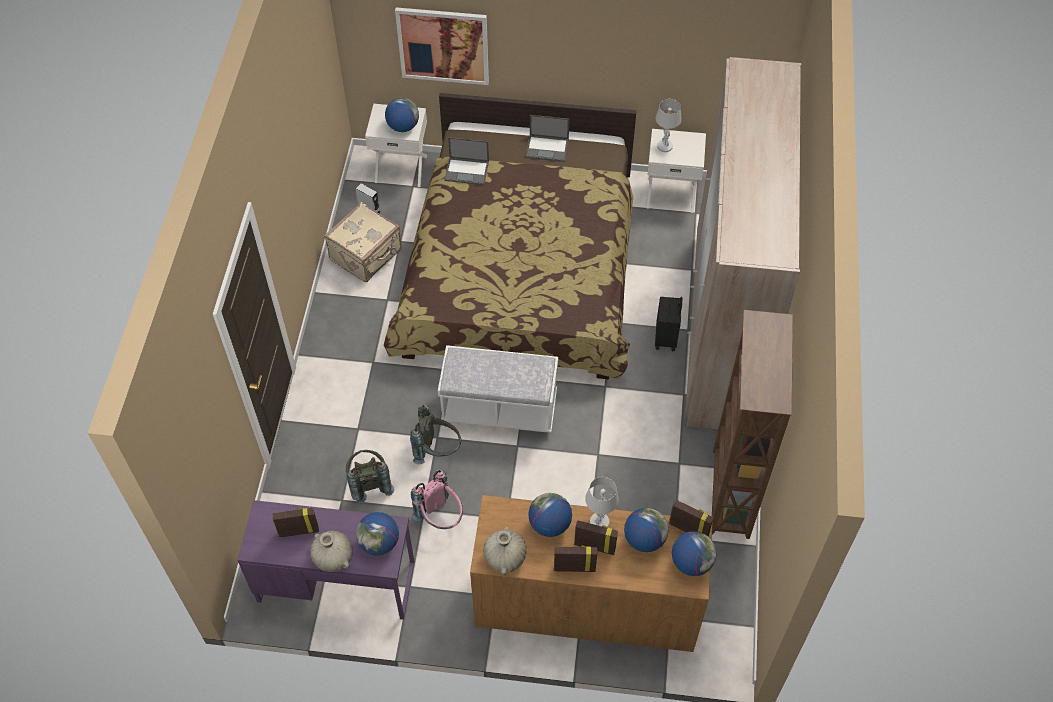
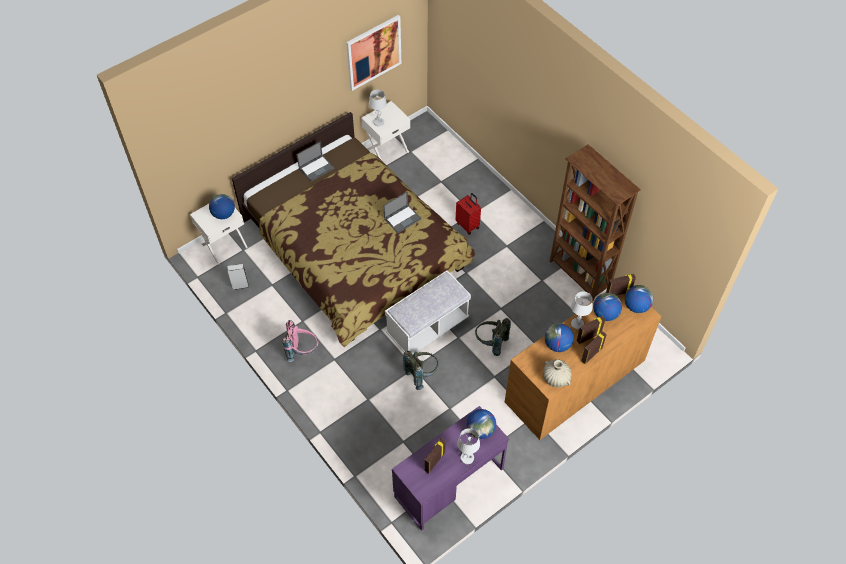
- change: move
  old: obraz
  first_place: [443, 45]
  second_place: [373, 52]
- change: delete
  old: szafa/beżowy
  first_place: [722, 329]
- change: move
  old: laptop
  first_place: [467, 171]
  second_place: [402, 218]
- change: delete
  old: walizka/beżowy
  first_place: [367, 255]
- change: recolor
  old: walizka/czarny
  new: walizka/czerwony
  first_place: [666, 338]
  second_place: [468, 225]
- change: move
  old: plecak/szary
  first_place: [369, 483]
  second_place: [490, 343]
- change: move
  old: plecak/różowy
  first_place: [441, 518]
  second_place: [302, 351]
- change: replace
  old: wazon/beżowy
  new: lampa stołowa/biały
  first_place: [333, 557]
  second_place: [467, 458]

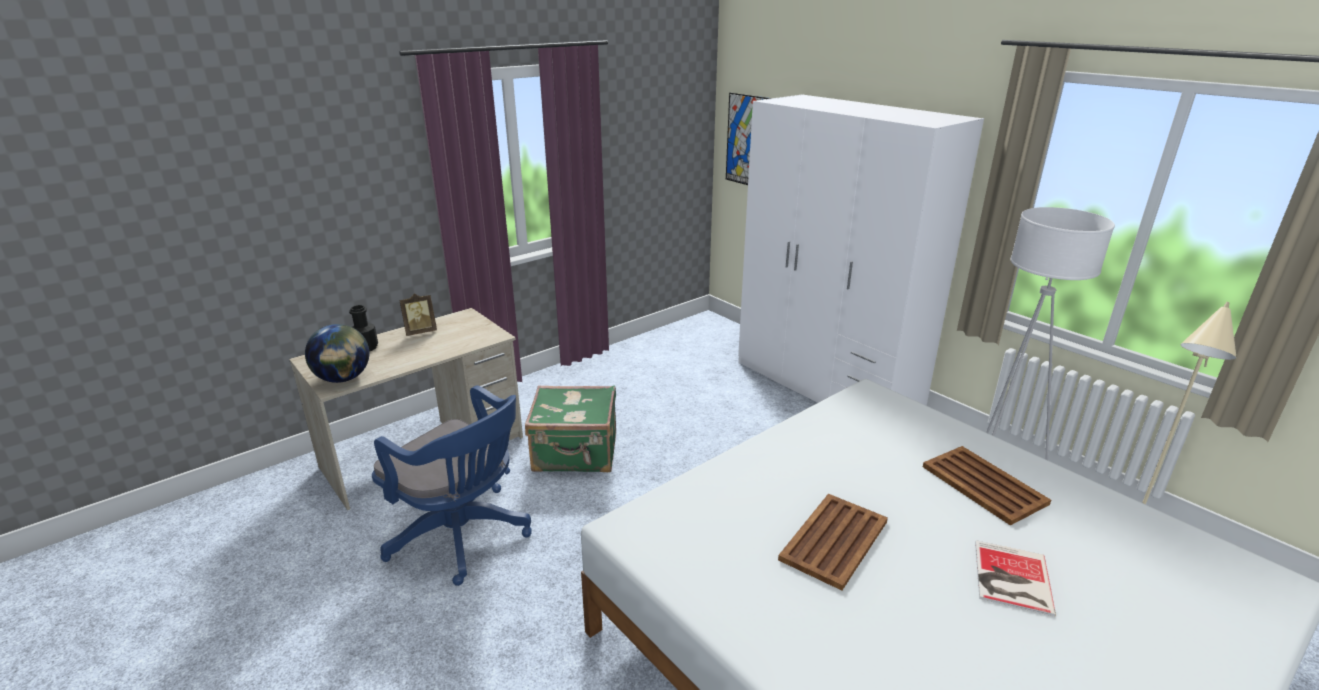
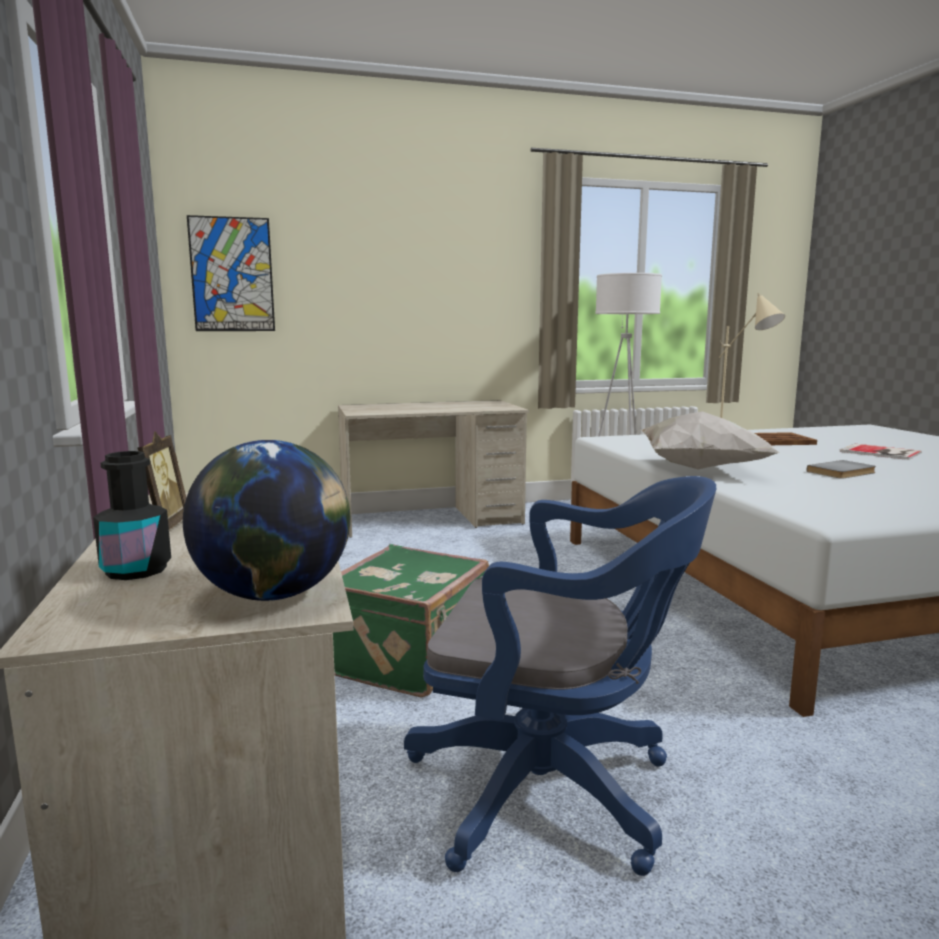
- change: replace
  old: szafa/biały
  new: biurko/beżowy
  first_place: [826, 386]
  second_place: [431, 520]
- change: rotate
  old: krzesło biurowe/niebieski
  first_place: [464, 536]
  second_place: [555, 791]
  degrees: 45
- change: replace
  old: taca/brązowy
  new: książka/szary
  first_place: [833, 541]
  second_place: [843, 472]
- change: insert
  new: poduszka/biały
  second_place: [698, 468]

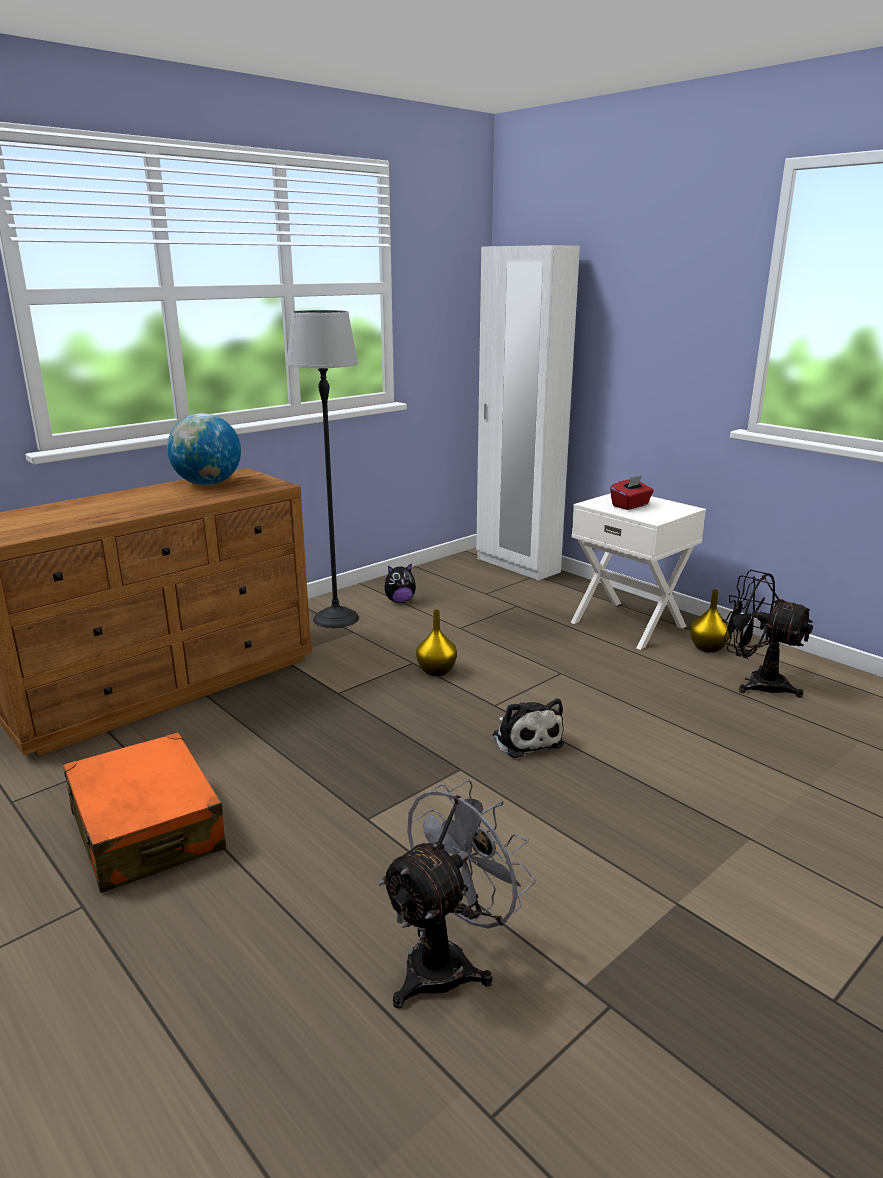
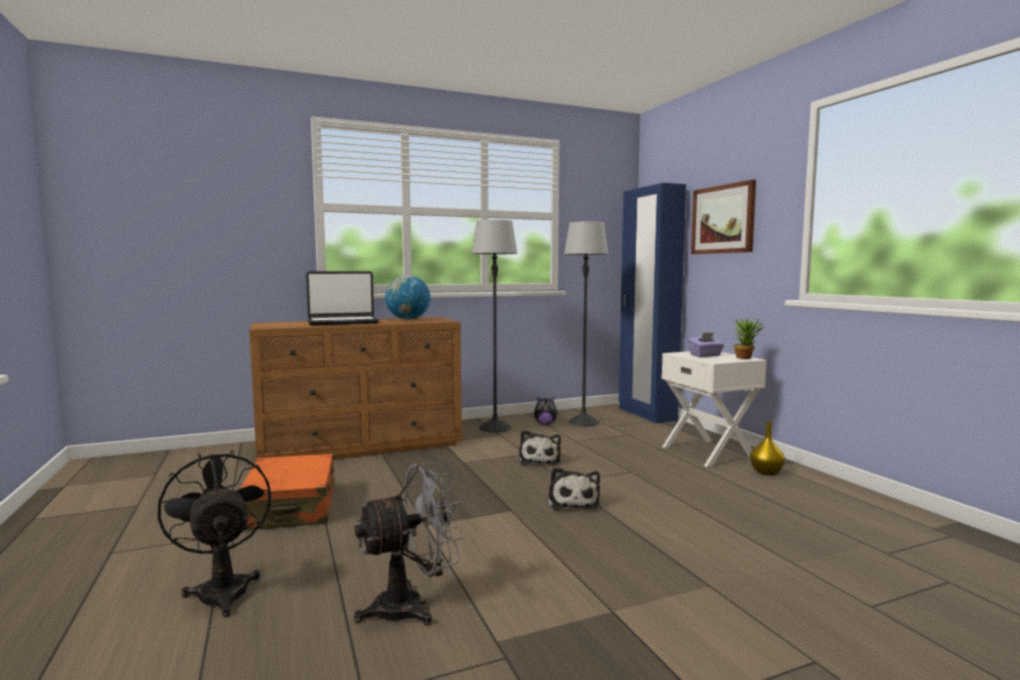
- change: recolor
  old: szafa/biały
  new: szafa/niebieski
  first_place: [517, 565]
  second_place: [646, 414]
- change: recolor
  old: pudełko chusteczek/czerwony
  new: pudełko chusteczek/fioletowy
  first_place: [630, 505]
  second_place: [705, 355]
- change: move
  old: wentylator/czarny
  first_place: [756, 683]
  second_place: [222, 589]
- change: replace
  old: wazon/żółty
  new: pluszak
  first_place: [437, 671]
  second_place: [540, 460]
- change: insert
  new: obraz
  second_place: [723, 219]
- change: insert
  new: lampa stojąca
  second_place: [583, 422]
- change: insert
  new: laptop
  second_place: [342, 322]
- change: insert
  new: roślina doniczkowa
  second_place: [746, 357]

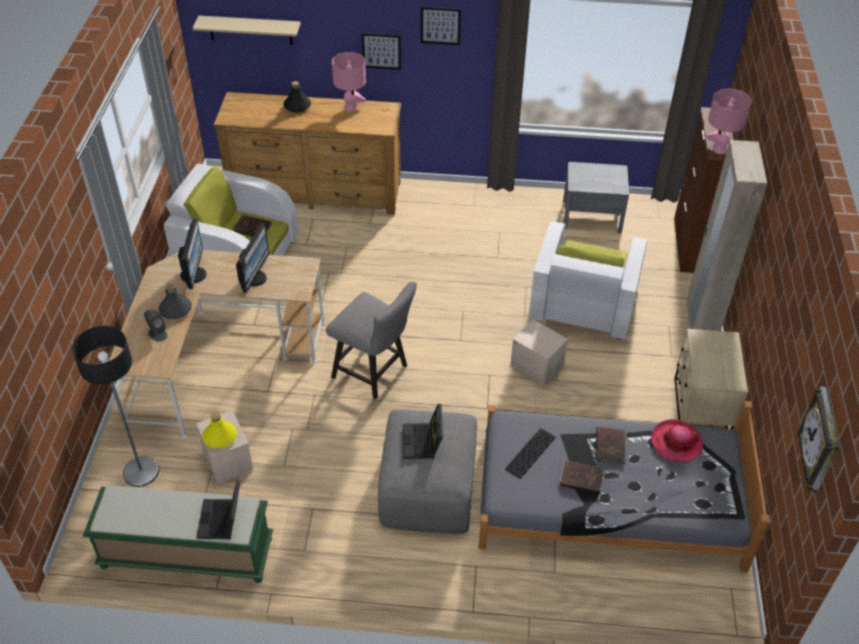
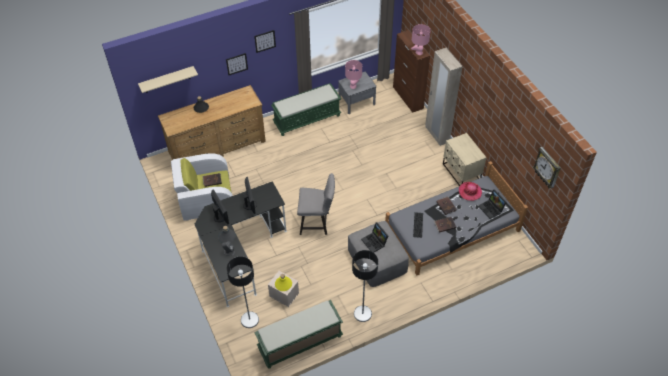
- change: move
  old: lampa stołowa/różowy
  first_place: [350, 107]
  second_place: [353, 86]
- change: delete
  old: fotel/biały
  first_place: [584, 301]
- change: recolor
  old: biurko/beżowy
  new: biurko/czarny
  first_place: [216, 359]
  second_place: [239, 252]
- change: delete
  old: pojemnik do przechowywania/beżowy
  first_place: [537, 366]
- change: move
  old: laptop
  first_place: [222, 520]
  second_place: [491, 209]
- change: insert
  new: ławka/zielony
  second_place: [307, 119]
- change: insert
  new: lampa stojąca
  second_place: [362, 314]

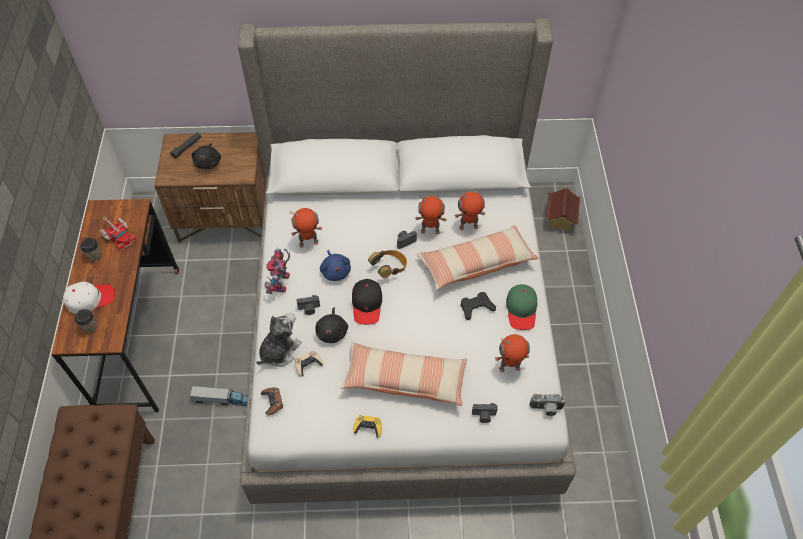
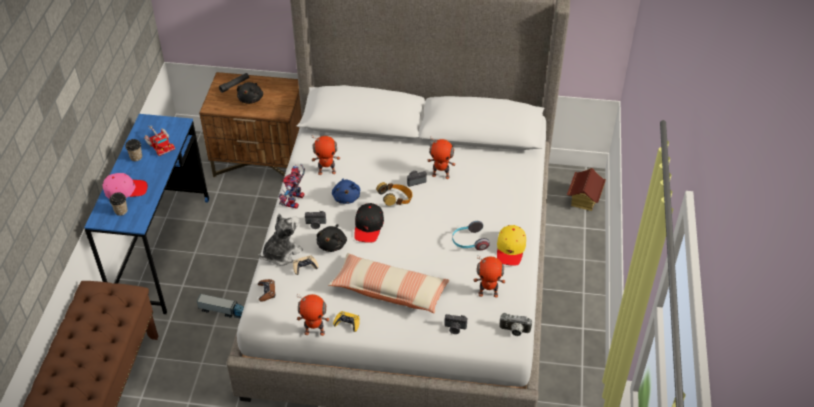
- change: move
  old: robot zabawkowy
  first_place: [468, 226]
  second_place: [314, 331]
- change: recolor
  old: biurko/brązowy
  new: biurko/niebieski
  first_place: [140, 338]
  second_place: [162, 251]
- change: delete
  old: poduszka
  first_place: [476, 264]
- change: recolor
  old: czapka z daszkiem/biały
  new: czapka z daszkiem/różowy
  first_place: [90, 299]
  second_place: [125, 190]
- change: recolor
  old: czapka z daszkiem/zielony
  new: czapka z daszkiem/żółty
  first_place: [521, 310]
  second_place: [510, 249]
- change: replace
  old: pad do gier/czarny
  new: słuchawki
  first_place: [476, 307]
  second_place: [469, 242]

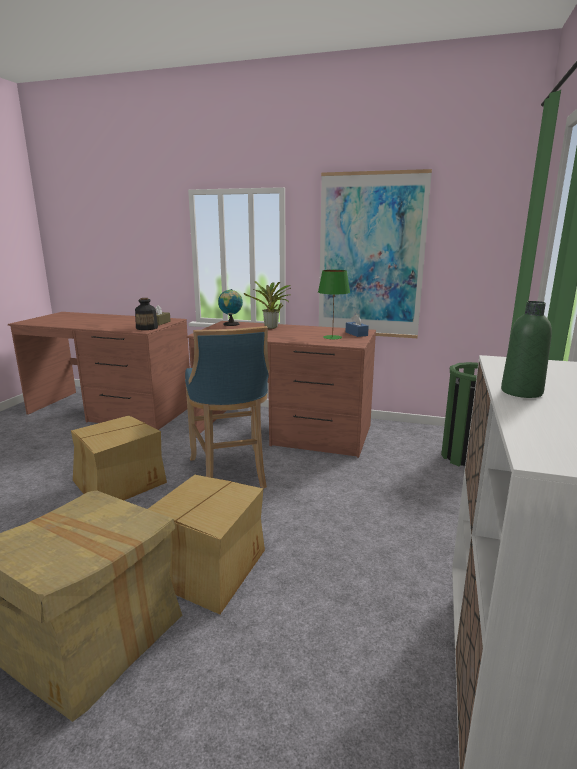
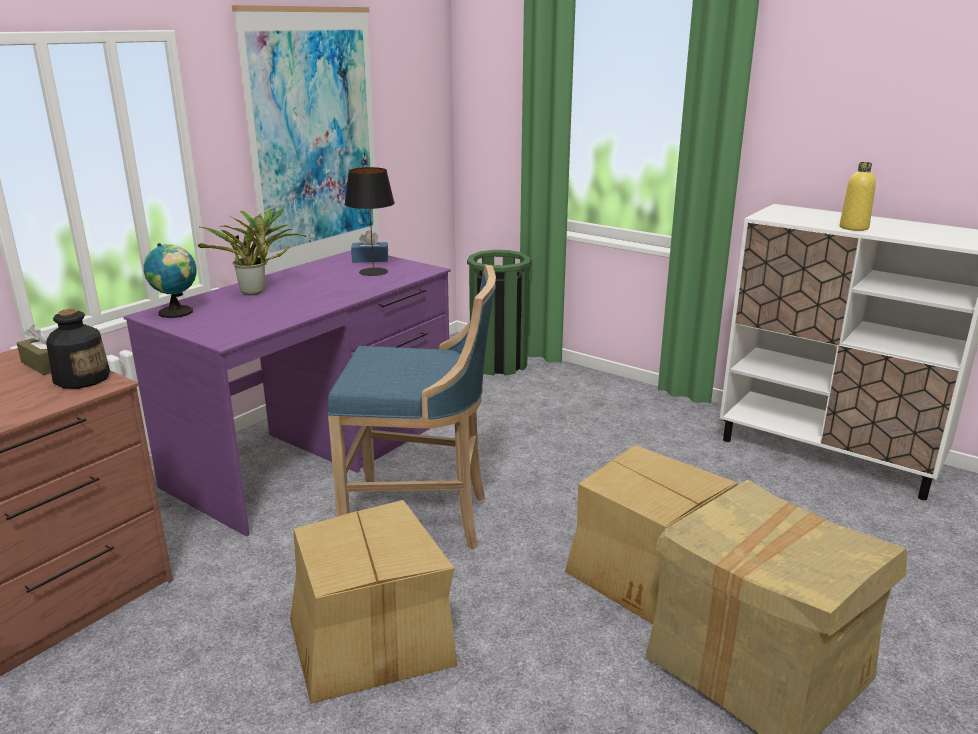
- change: recolor
  old: lampa stołowa/zielony
  new: lampa stołowa/czarny
  first_place: [332, 337]
  second_place: [374, 272]
- change: recolor
  old: butelka/zielony
  new: butelka/żółty
  first_place: [521, 392]
  second_place: [853, 228]
- change: recolor
  old: biurko/brązowy
  new: biurko/fioletowy
  first_place: [285, 431]
  second_place: [317, 451]

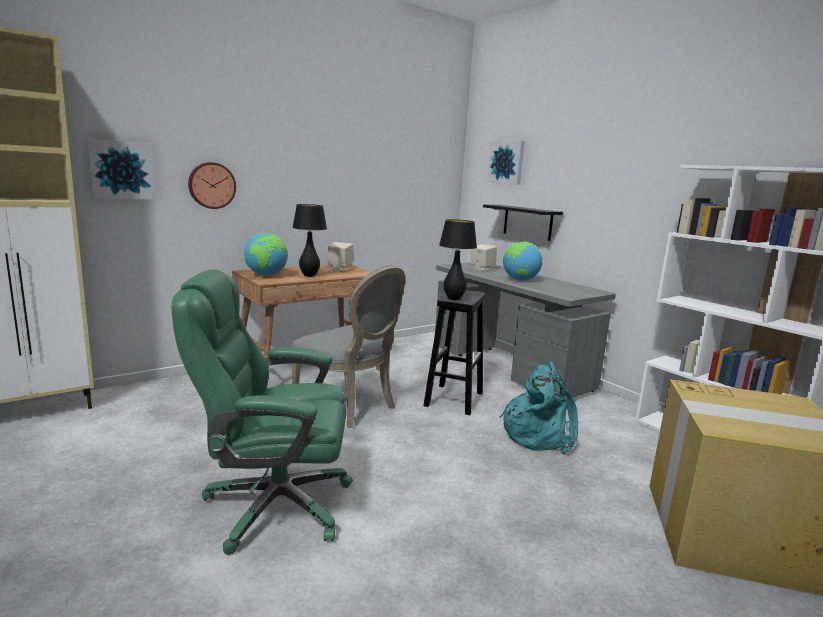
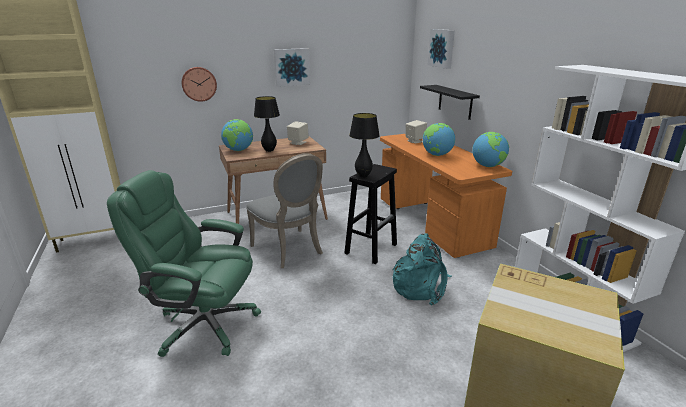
- change: move
  old: obraz
  first_place: [122, 170]
  second_place: [291, 67]
- change: recolor
  old: biurko/szary
  new: biurko/pomarańczowy
  first_place: [508, 368]
  second_place: [431, 222]
- change: insert
  new: globus
  second_place: [488, 166]

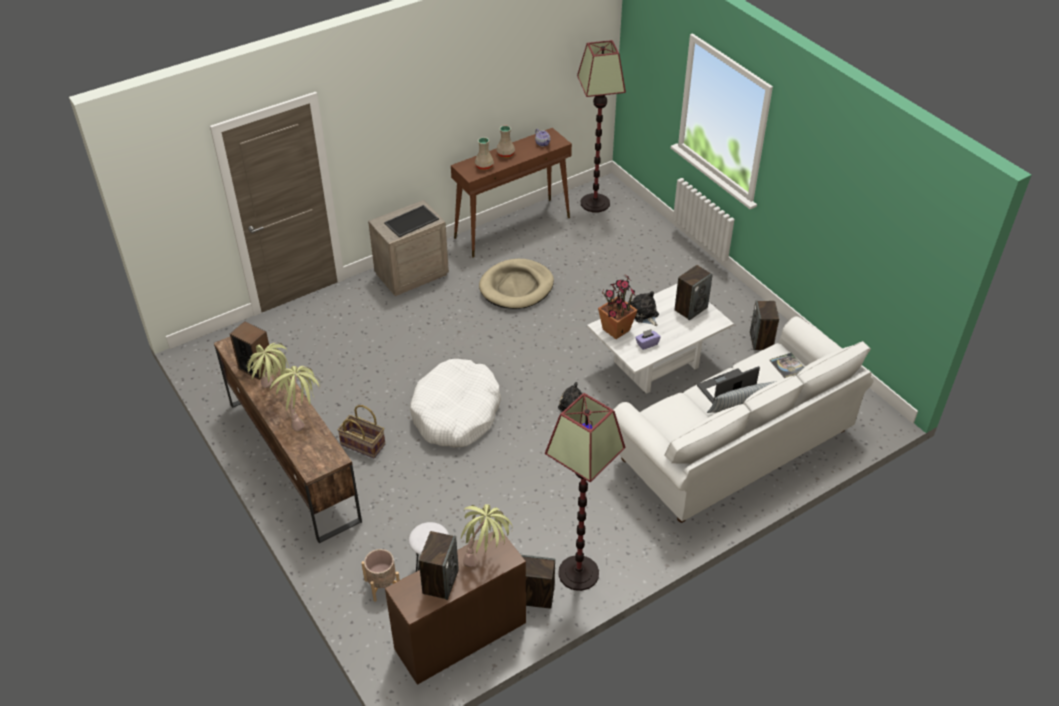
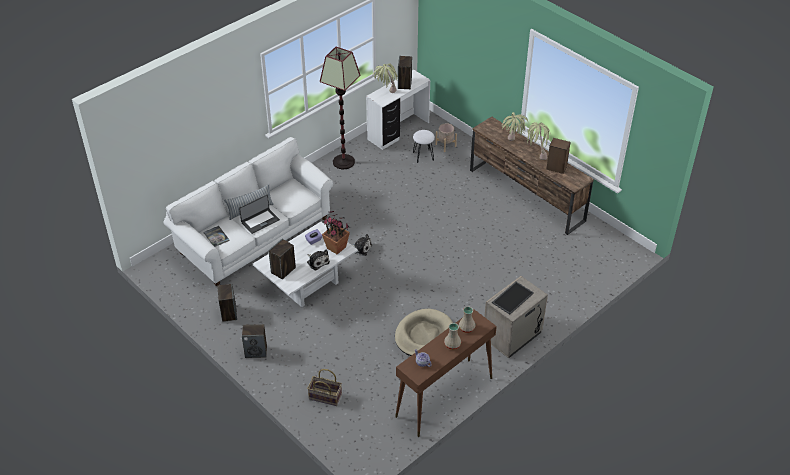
- change: delete
  old: lampa stojąca
  first_place: [595, 203]
- change: delete
  old: legowisko/biały
  first_place: [456, 413]
- change: move
  old: koszyk
  first_place: [363, 444]
  second_place: [325, 397]
- change: recolor
  old: biurko/brązowy
  new: biurko/biały
  first_place: [459, 635]
  second_place: [399, 131]
- change: move
  old: głośnik
  first_place: [536, 597]
  second_place: [256, 351]

